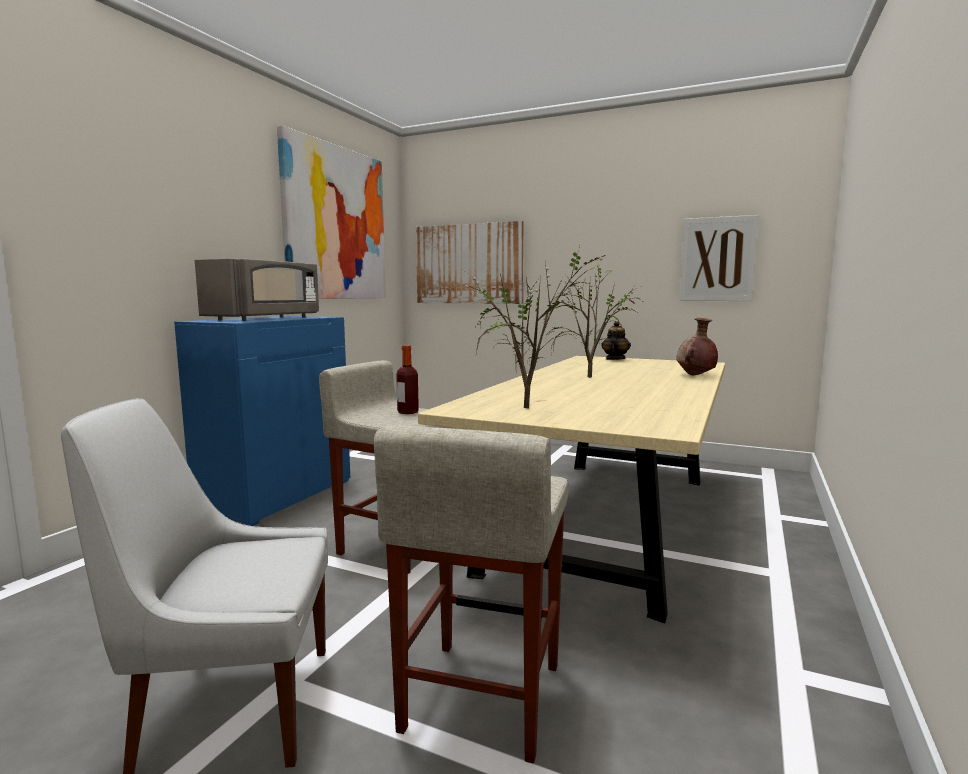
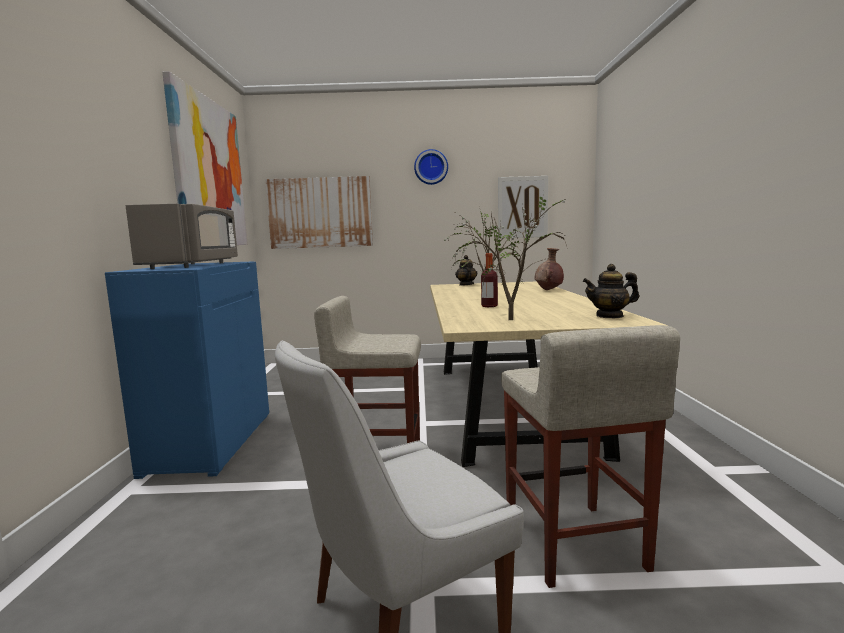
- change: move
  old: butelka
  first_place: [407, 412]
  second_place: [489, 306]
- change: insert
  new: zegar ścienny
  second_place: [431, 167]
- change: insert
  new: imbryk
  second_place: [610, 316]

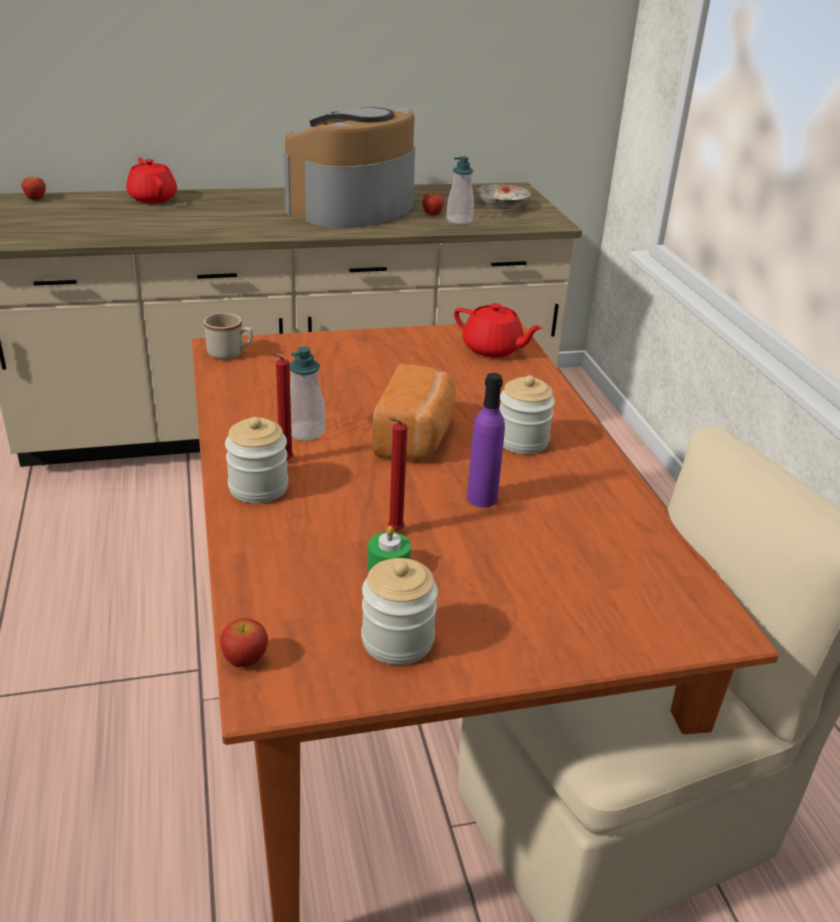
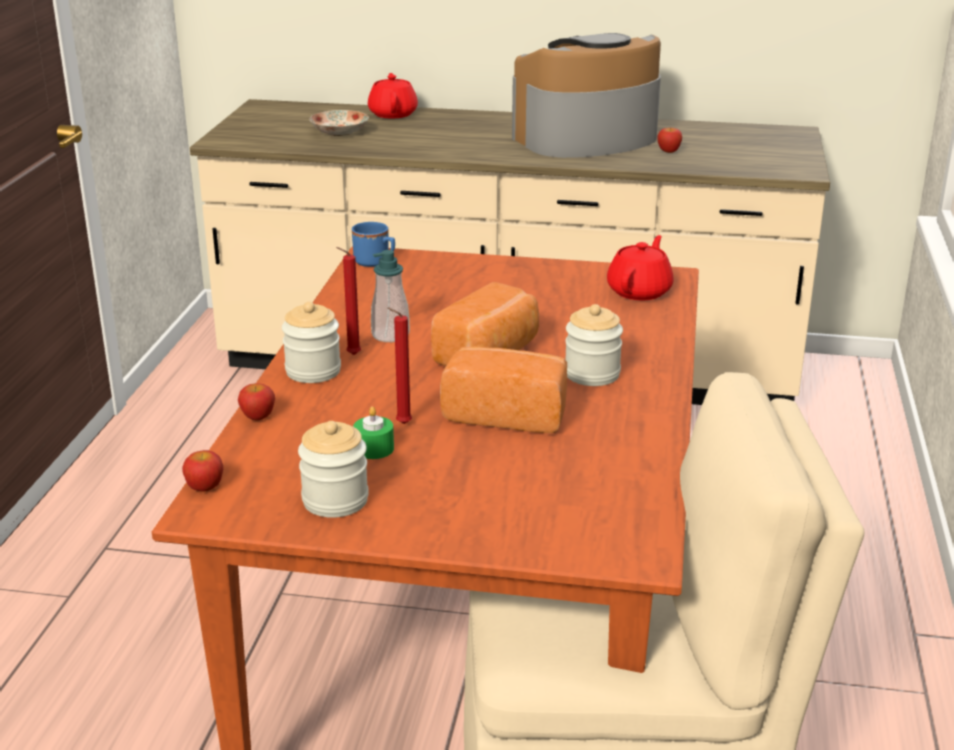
- change: delete
  old: dozownik mydła
  first_place: [459, 220]
- change: move
  old: jabłko
  first_place: [35, 199]
  second_place: [258, 417]
- change: move
  old: talerz
  first_place: [502, 205]
  second_place: [339, 132]
- change: rotate
  old: imbryk/czerwony
  first_place: [493, 349]
  second_place: [640, 291]
  degrees: -120
- change: recolor
  old: kubek/beżowy
  new: kubek/niebieski
  first_place: [230, 354]
  second_place: [375, 262]
- change: replace
  old: butelka/fioletowy
  new: chleb
  first_place: [482, 498]
  second_place: [507, 413]

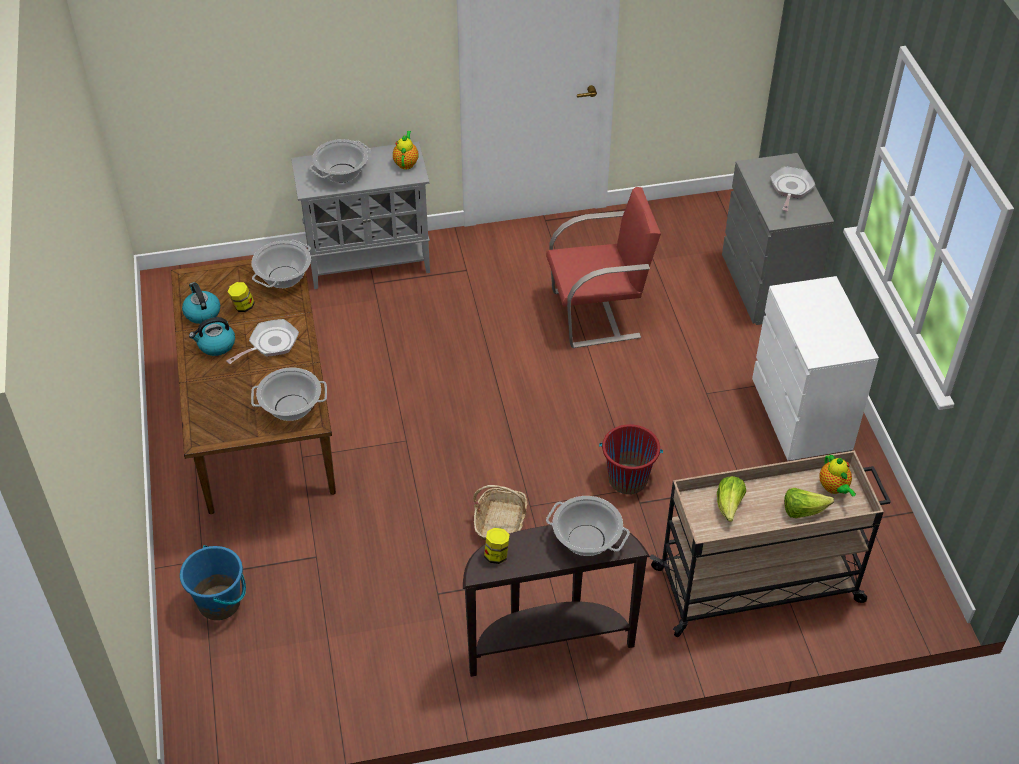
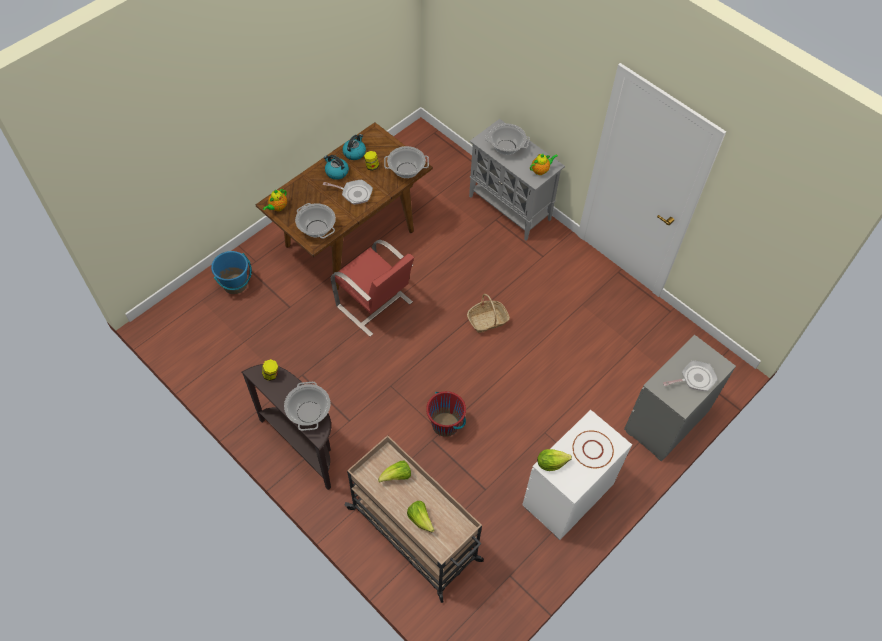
- change: move
  old: krzesło/czerwony
  first_place: [598, 314]
  second_place: [375, 305]
- change: move
  old: imbryk
  first_place: [834, 488]
  second_place: [277, 207]
- change: move
  old: koszyk
  first_place: [501, 522]
  second_place: [487, 320]
- change: insert
  new: talerz/biały
  second_place: [592, 450]
- change: insert
  new: sałata
  second_place: [551, 463]

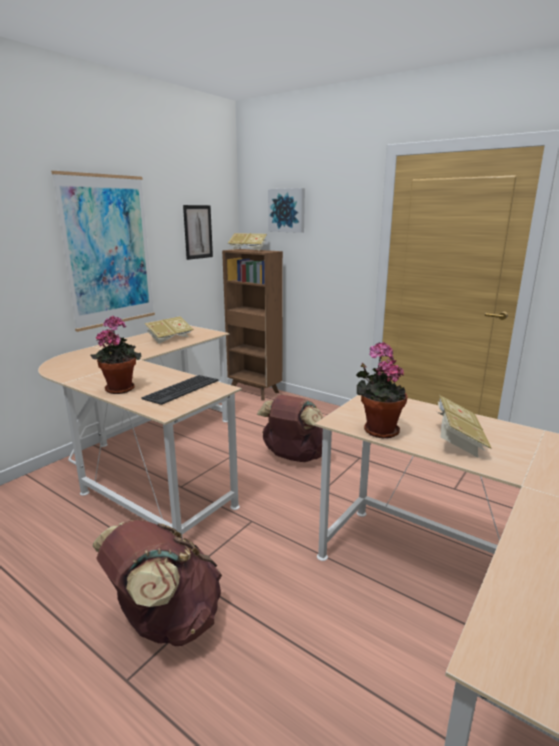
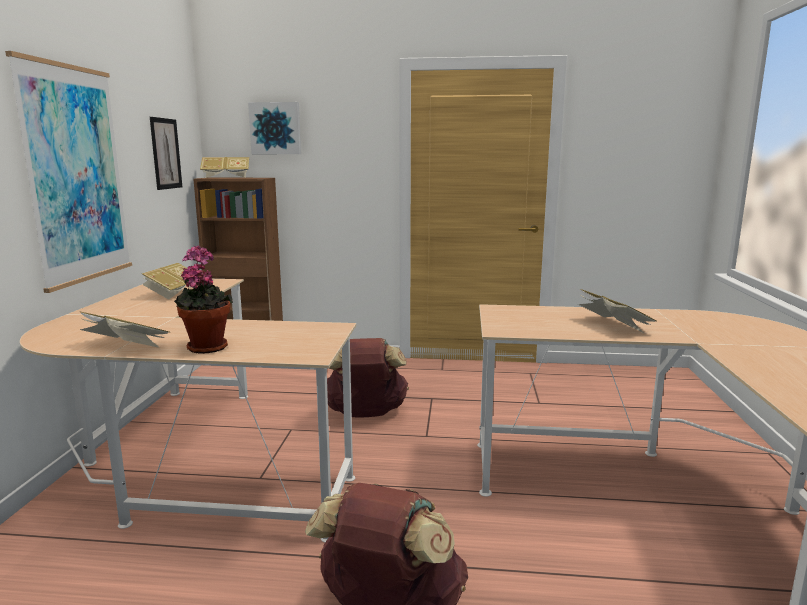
- change: delete
  old: roślina doniczkowa
  first_place: [378, 430]
- change: delete
  old: klawiatura
  first_place: [181, 389]
- change: insert
  new: książka
  second_place: [125, 346]

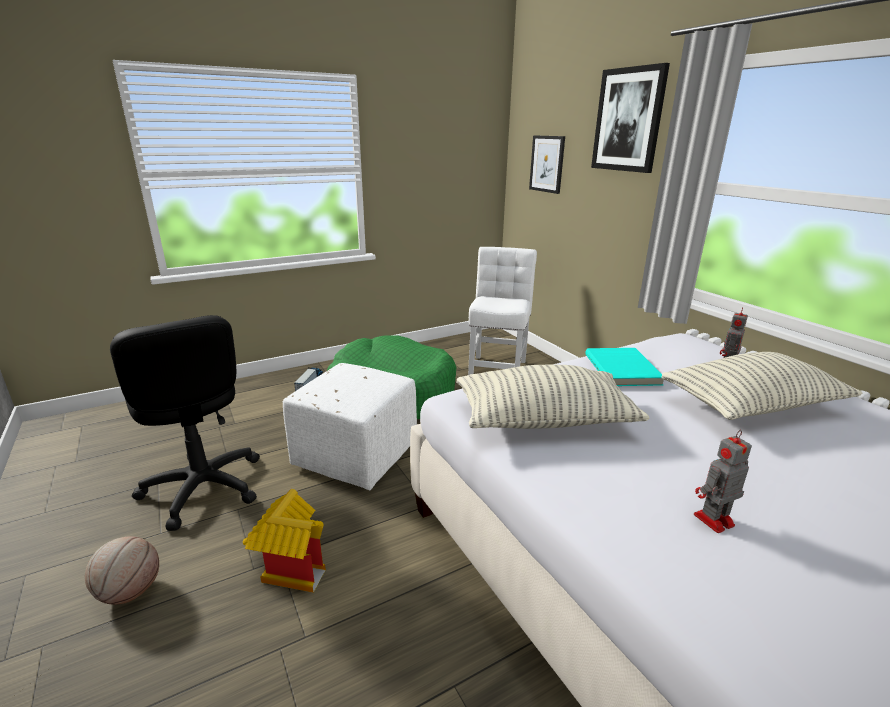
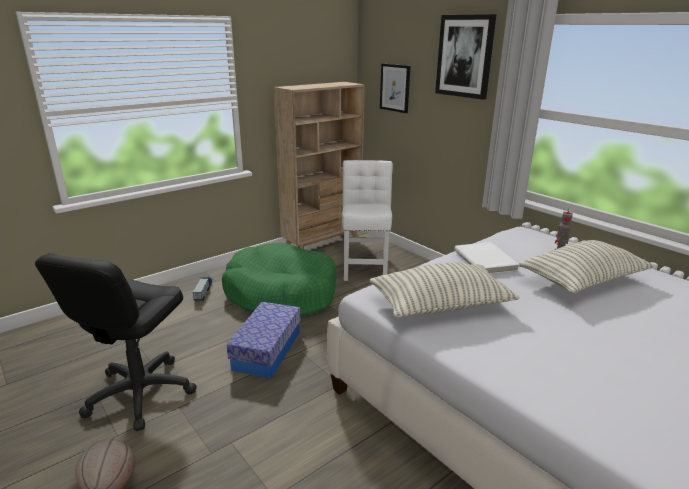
- change: rotate
  old: krzesło biurowe/czarny
  first_place: [203, 487]
  second_place: [140, 393]
  degrees: 60
- change: recolor
  old: książka/turkusowy
  new: książka/biały
  first_place: [623, 369]
  second_place: [486, 260]
- change: replace
  old: pufa/biały
  new: pojemnik do przechowywania
  first_place: [356, 455]
  second_place: [267, 350]
- change: delete
  old: robot zabawkowy
  first_place: [712, 520]
- change: delete
  old: domek
  first_place: [290, 568]
- change: insert
  new: regał/beżowy
  second_place: [323, 245]

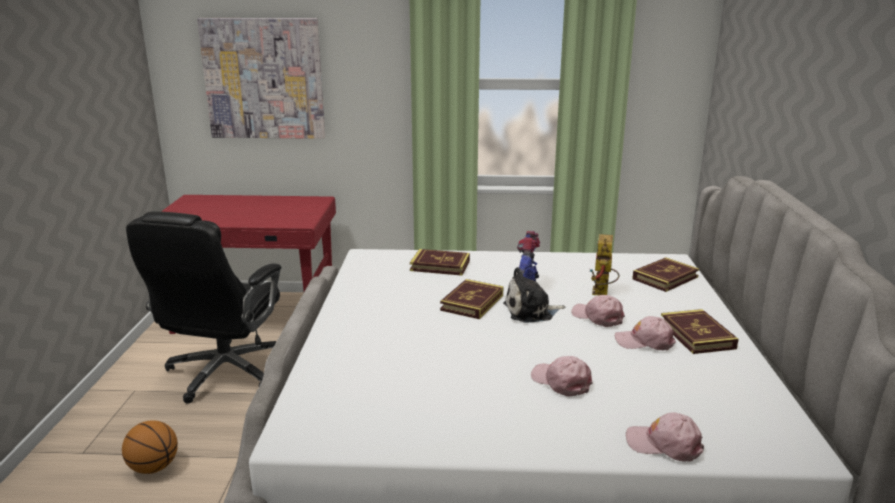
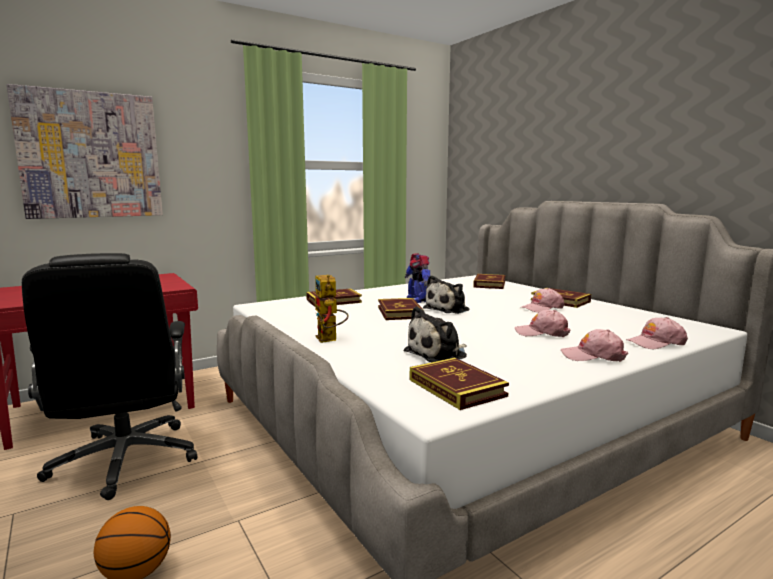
- change: move
  old: robot zabawkowy
  first_place: [602, 293]
  second_place: [330, 340]
- change: move
  old: czapka z daszkiem/różowy
  first_place: [597, 317]
  second_place: [593, 356]
- change: insert
  new: pluszak
  second_place: [438, 354]
- change: insert
  new: książka
  second_place: [456, 388]

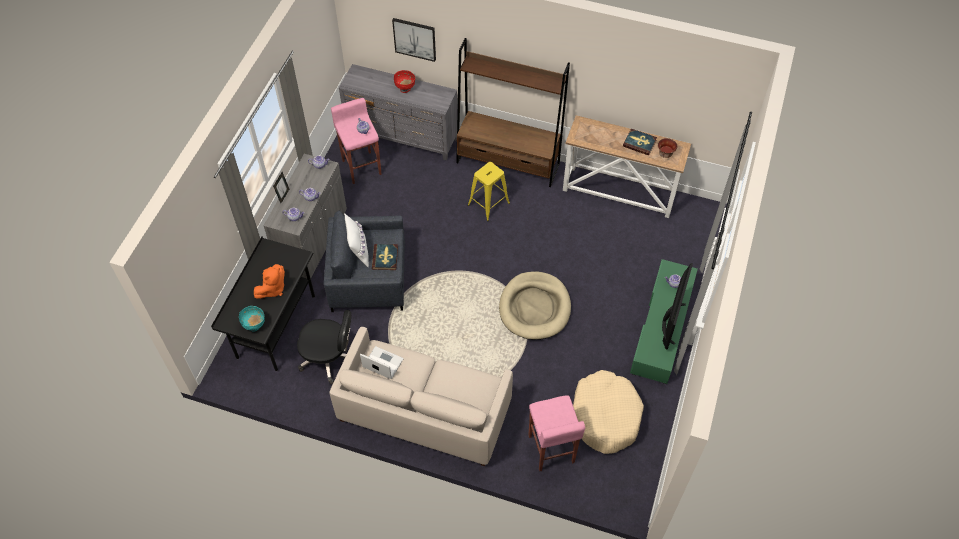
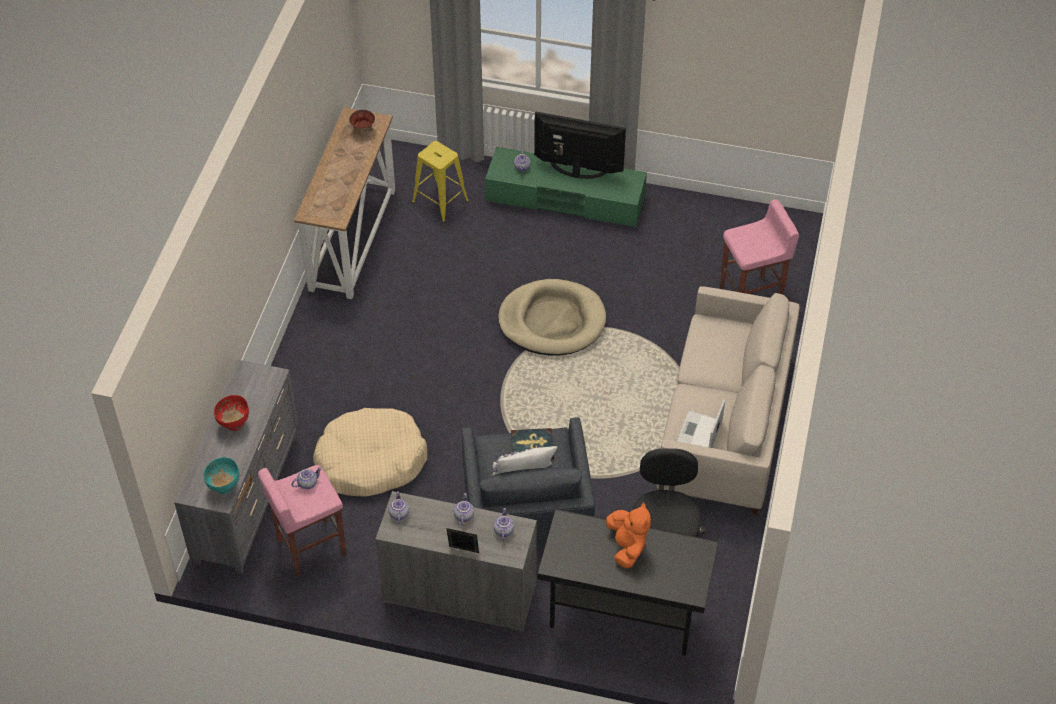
- change: delete
  old: obraz
  first_place: [415, 39]
- change: delete
  old: regał/brązowy
  first_place: [508, 163]
- change: delete
  old: książka
  first_place: [639, 143]
- change: move
  old: stołek/żółty
  first_place: [488, 204]
  second_place: [440, 202]
- change: rotate
  old: pluszak/pomarańczowy
  first_place: [272, 289]
  second_place: [627, 546]
  degrees: 45
- change: move
  old: miska/turkusowy
  first_place: [254, 325]
  second_place: [224, 487]
- change: move
  old: legowisko/beżowy
  first_place: [606, 416]
  second_place: [371, 461]

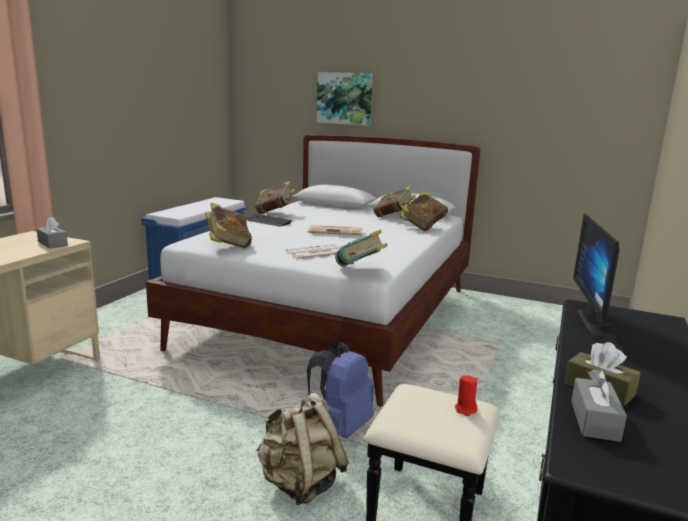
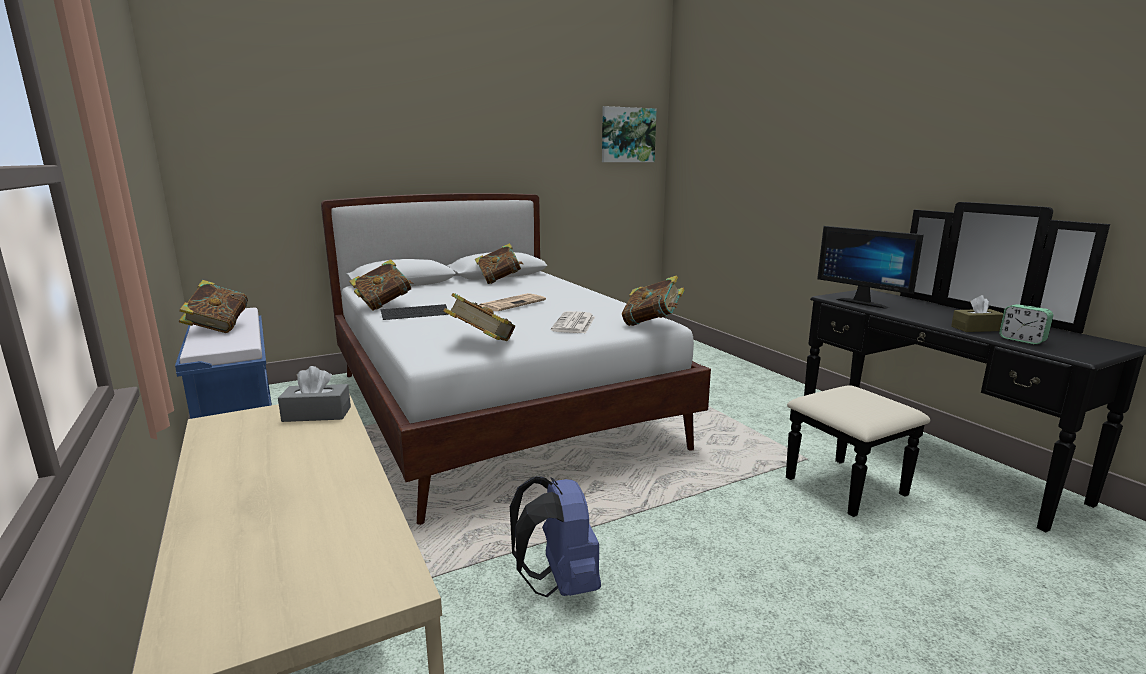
- change: move
  old: obraz
  first_place: [344, 98]
  second_place: [627, 135]
- change: move
  old: książka
  first_place: [423, 227]
  second_place: [218, 328]
- change: move
  old: plecak/niebieski
  first_place: [340, 427]
  second_place: [559, 584]
- change: replace
  old: pudełko chusteczek/szary
  new: budzik
  first_place: [594, 420]
  second_place: [1022, 340]
- change: delete
  old: świeca/czerwony
  first_place: [465, 409]
- change: delete
  old: plecak/beżowy
  first_place: [300, 483]

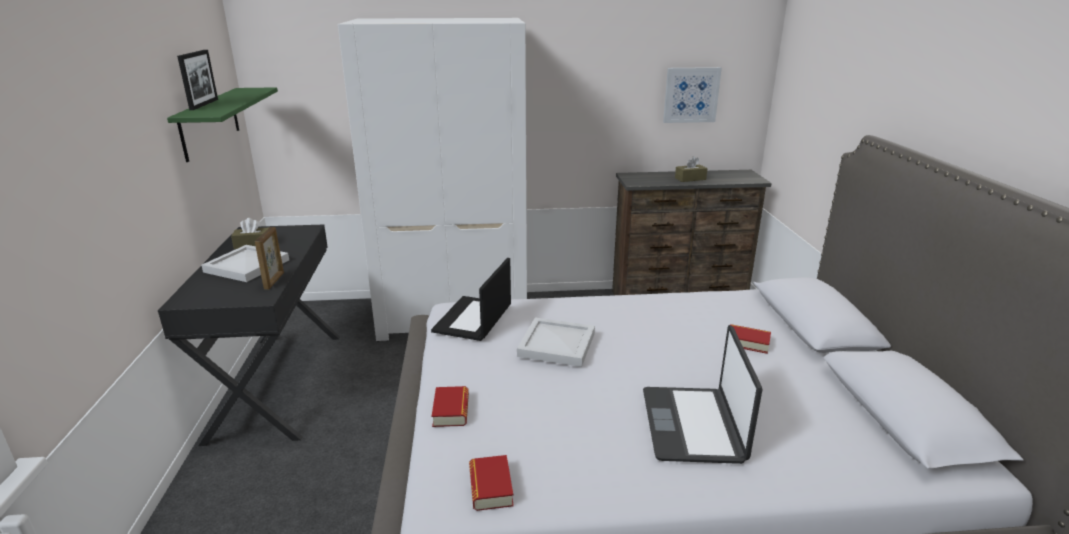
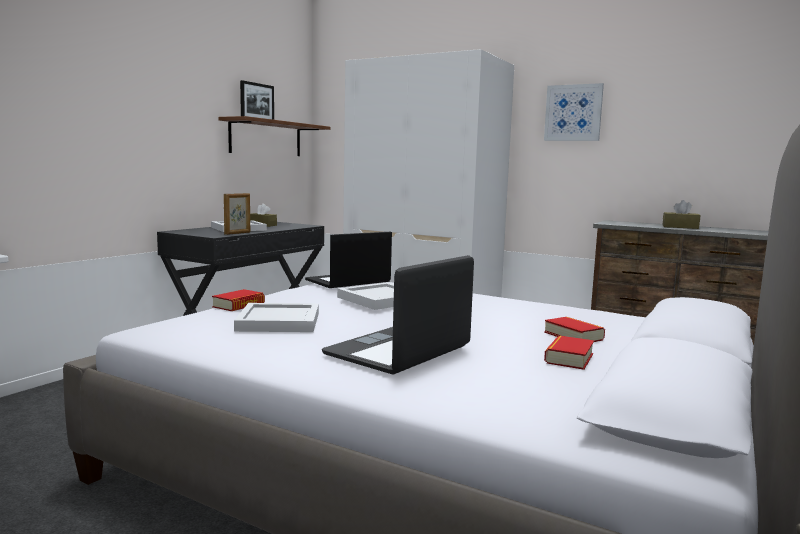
- change: move
  old: obraz
  first_place: [691, 95]
  second_place: [573, 113]
- change: recolor
  old: półka/zielony
  new: półka/brązowy
  first_place: [210, 123]
  second_place: [266, 138]
- change: move
  old: książka
  first_place: [490, 487]
  second_place: [569, 358]
- change: insert
  new: taca/biały
  second_place: [280, 321]

